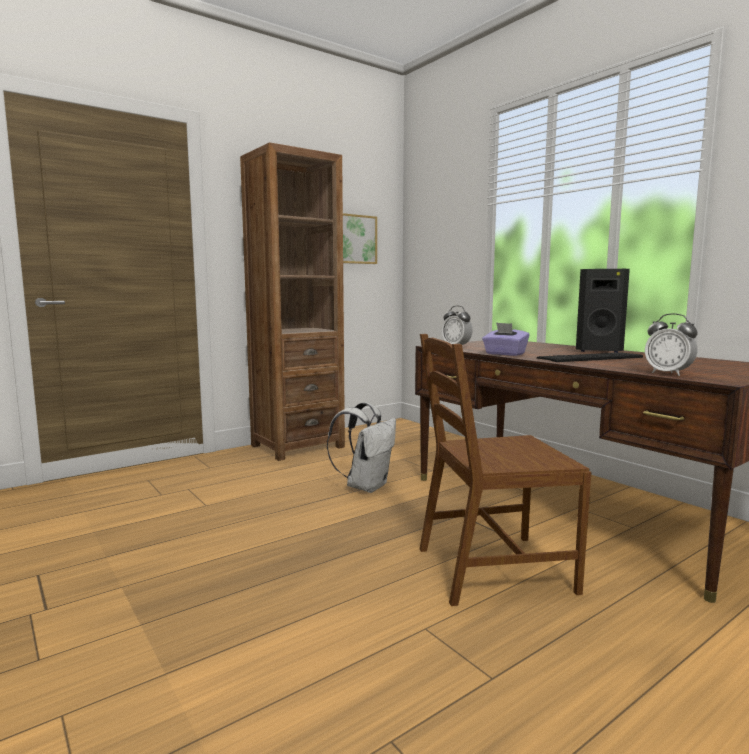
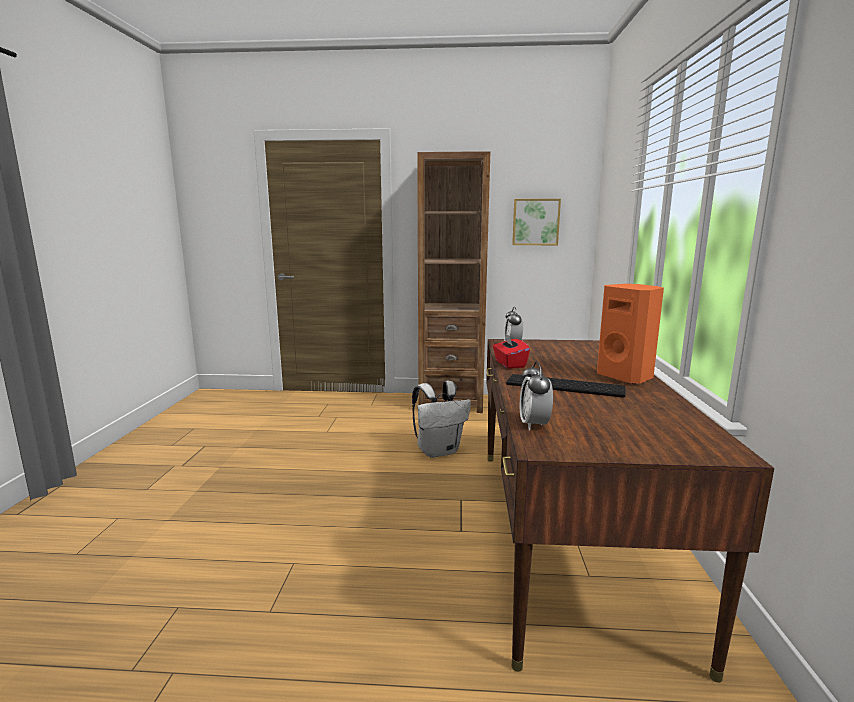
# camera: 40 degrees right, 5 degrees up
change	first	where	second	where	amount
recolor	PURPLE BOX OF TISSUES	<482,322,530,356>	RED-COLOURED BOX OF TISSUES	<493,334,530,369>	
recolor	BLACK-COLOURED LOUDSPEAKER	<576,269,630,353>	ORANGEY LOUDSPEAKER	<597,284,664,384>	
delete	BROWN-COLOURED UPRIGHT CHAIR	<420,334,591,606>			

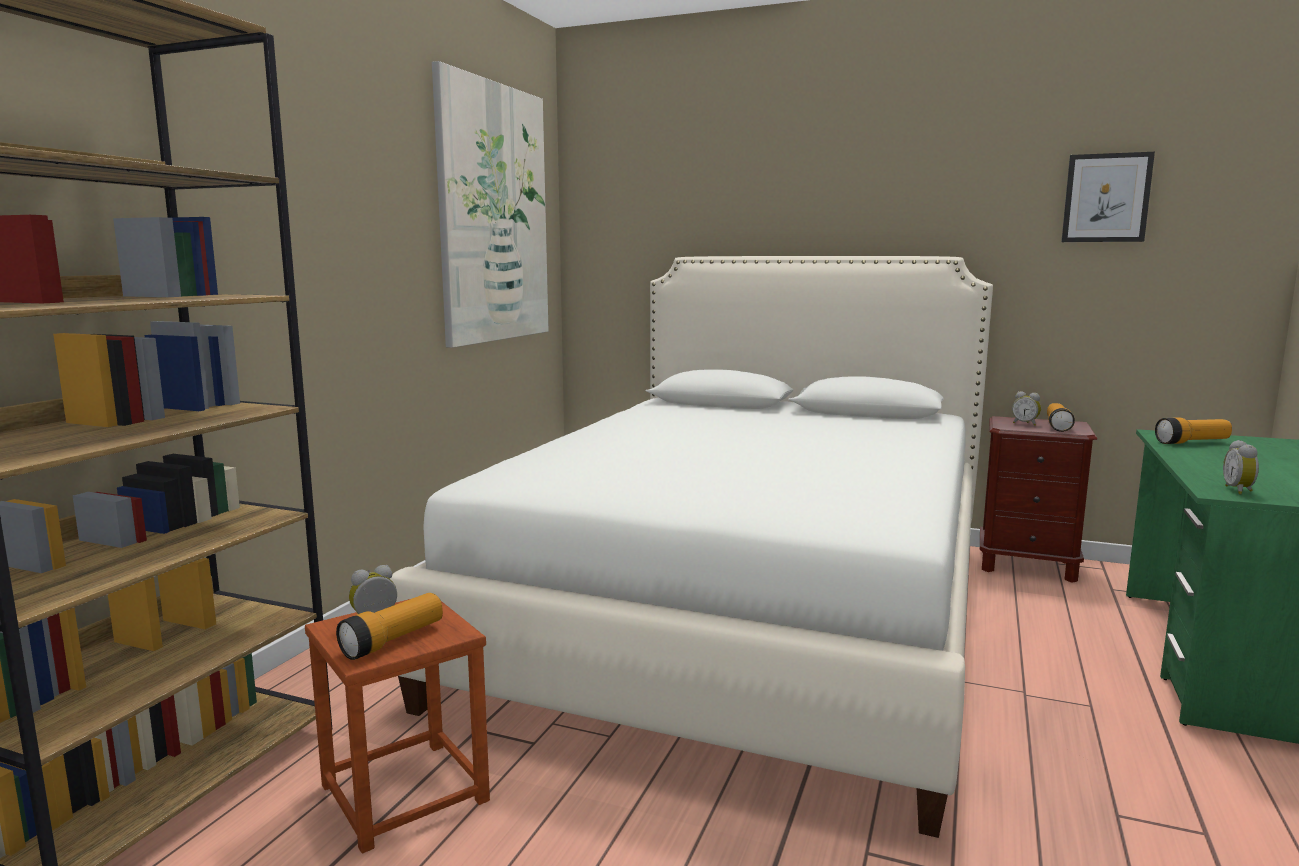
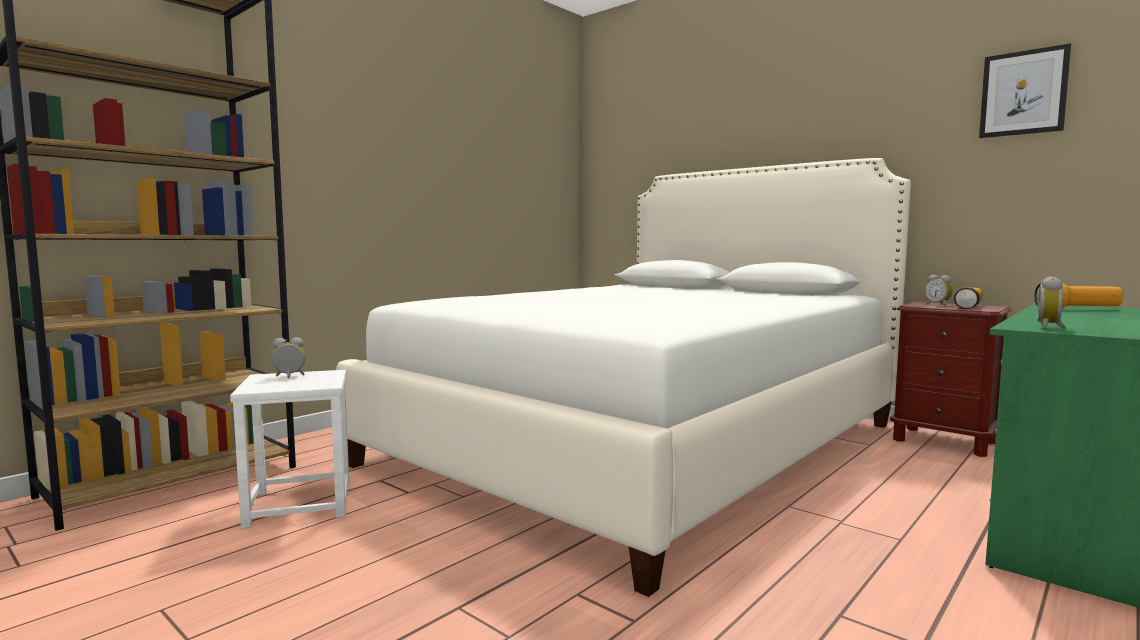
# camera: 20 degrees right, 5 degrees down
change	first	where	second	where	amount
recolor	BROWN-COLOURED STOOL SEAT	<305,599,490,854>	WHITE STOOL SEAT	<230,370,349,528>	
delete	HAND TORCH	<336,593,443,660>			
delete	PICTURE	<432,61,549,348>			

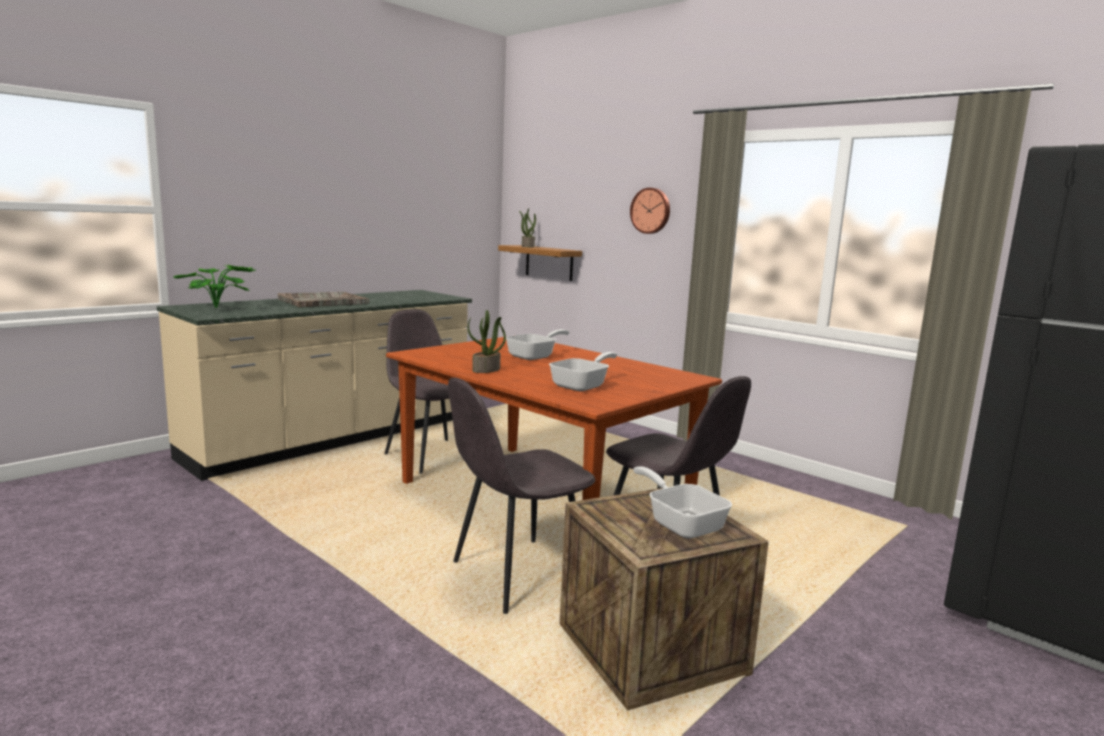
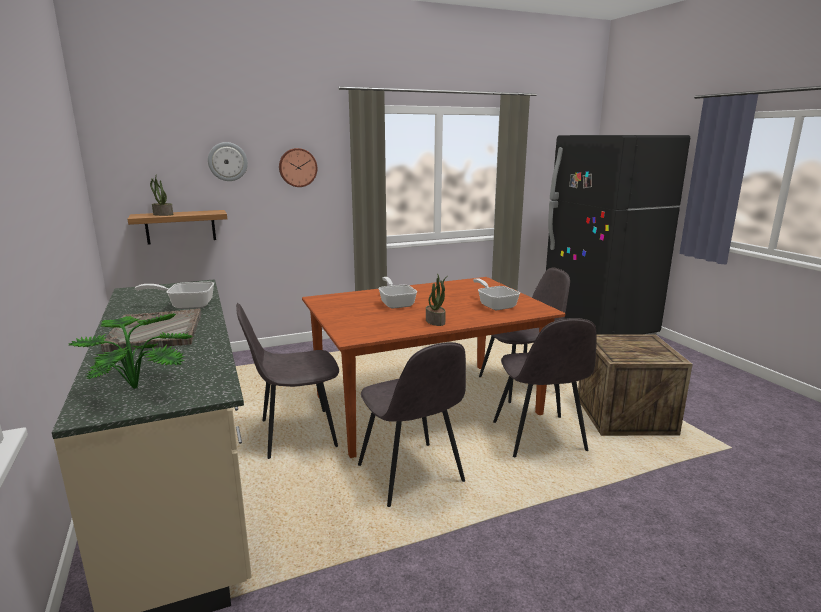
# camera: 65 degrees left, 5 degrees up
change	first	where	second	where	amount
move	PAN	<633,466,733,539>		<135,282,214,309>	
insert			WALL CLOCK	<208,142,248,181>	
insert			GRAY UPRIGHT CHAIR	<358,342,466,507>	

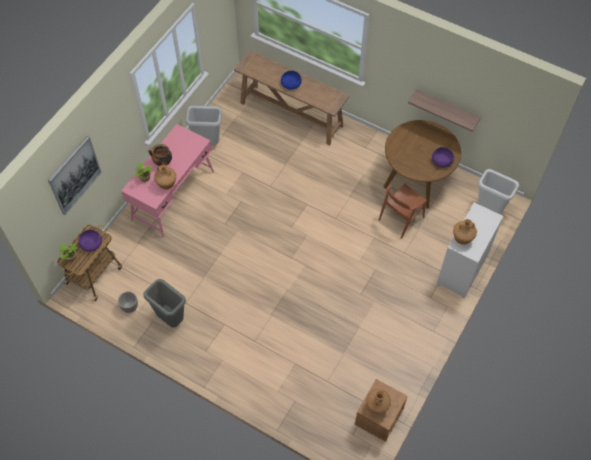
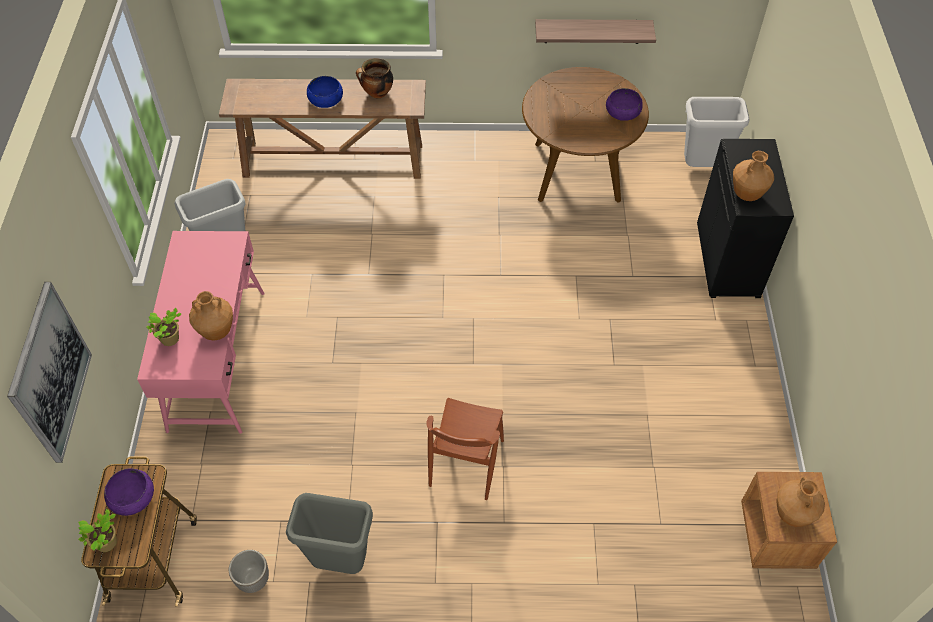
# camera: 30 degrees left, 5 degrees down
change	first	where	second	where	amount
move	COOKING POT	<148,144,172,166>		<356,58,393,99>	
move	BROWN-COLOURED UPRIGHT CHAIR	<378,183,427,239>		<426,398,504,500>	
recolor	WHITE STORAGE CABINET	<437,203,503,298>	BLACK-COLOURED STORAGE CABINET	<697,139,794,298>	

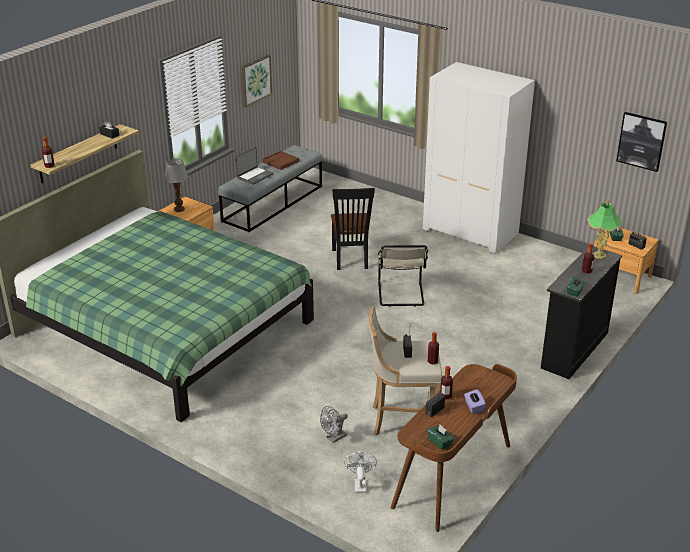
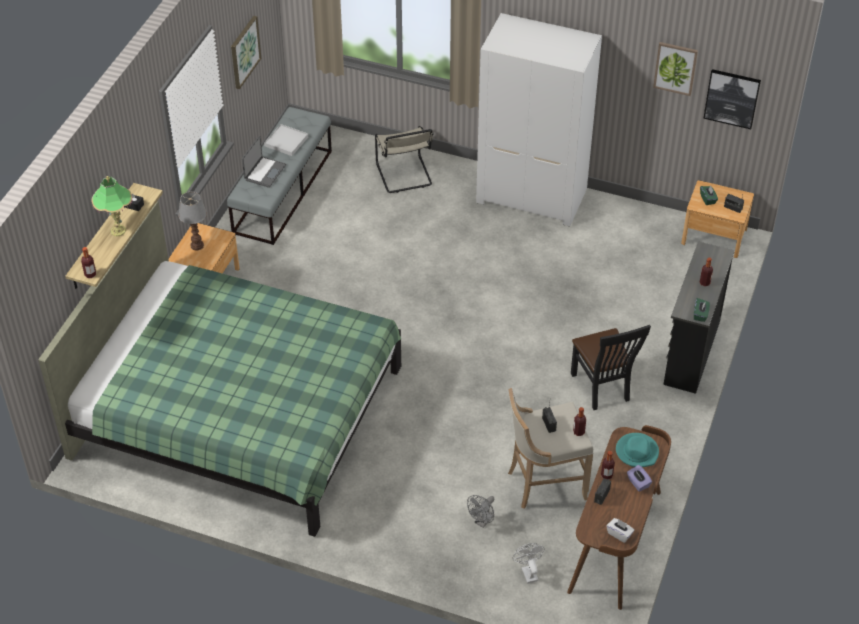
# camera: 15 degrees left, 15 degrees up
change	first	where	second	where	amount
move	TABLETOP LAMP	<587,200,622,259>		<91,176,133,236>	
recolor	BROWN-COLOURED CARRYING TRAY	<263,151,299,170>	WHITE CARRYING TRAY	<264,124,308,156>	
move	BEIGE-COLOURED UPRIGHT CHAIR	<378,245,428,307>		<375,126,434,193>	
move	BLACK-COLOURED UPRIGHT CHAIR	<331,188,375,270>		<571,325,651,410>	
recolor	GREEN BOX OF TISSUES	<427,425,454,450>	WHITE BOX OF TISSUES	<606,518,634,543>	
insert			BLUE-GREEN WEARABLE HAT	<616,433,659,467>	
insert			PICTURE	<653,42,698,96>	

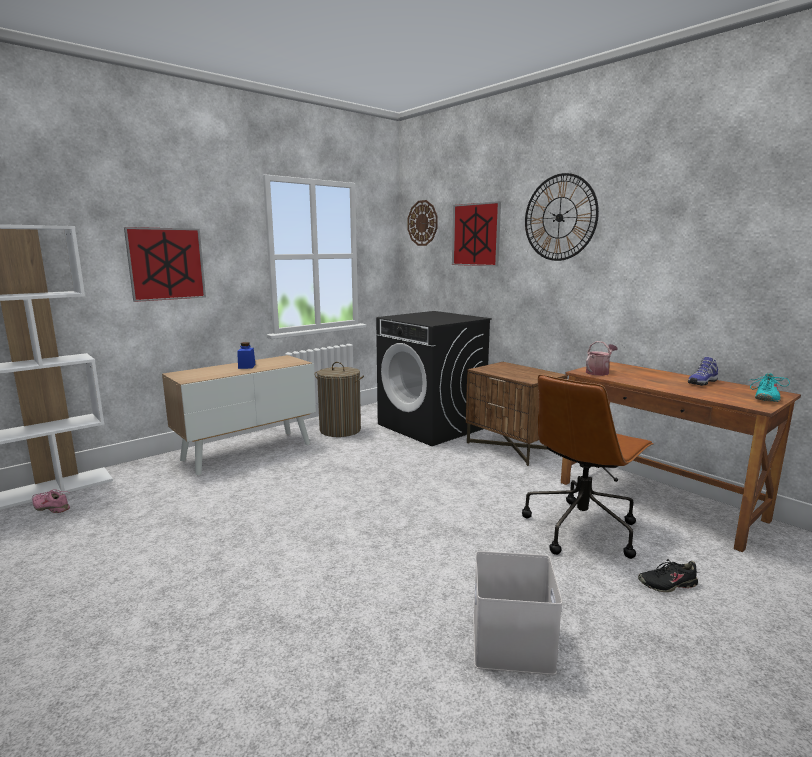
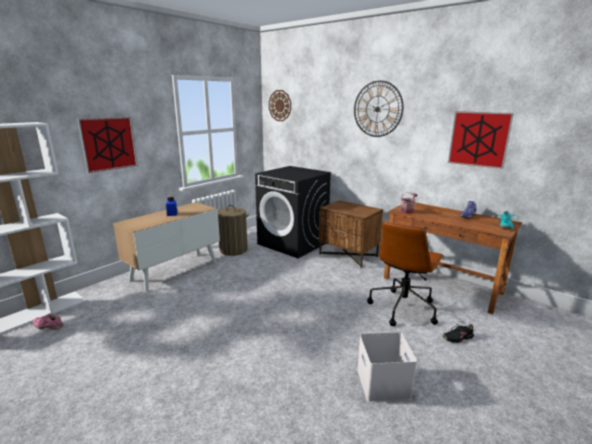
# camera: 10 degrees left, 5 degrees up
change	first	where	second	where	amount
move	PICTURE	<452,201,501,266>		<448,111,514,169>	

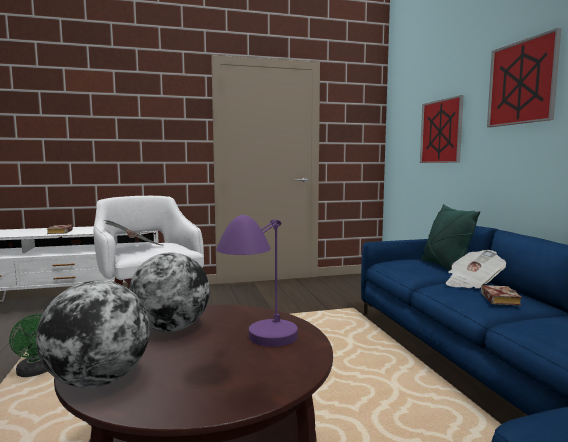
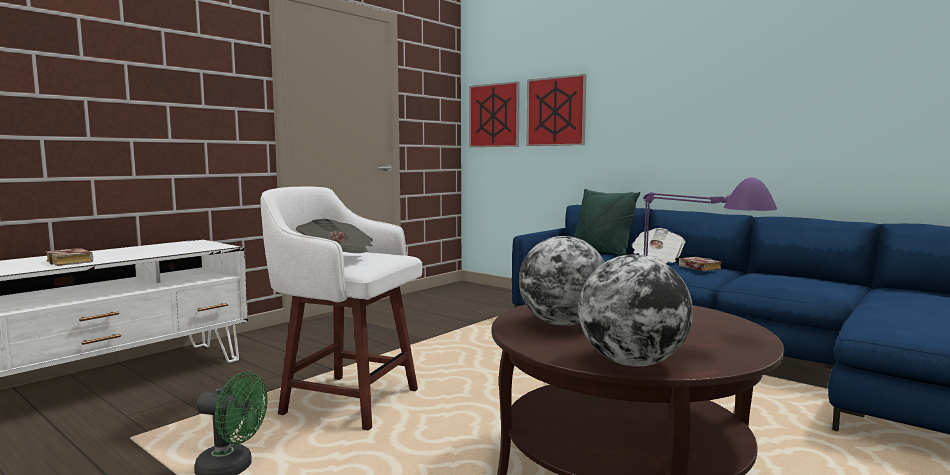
# camera: 35 degrees left, 0 degrees up
change	first	where	second	where	amount
move	PICTURE	<487,28,561,127>		<469,81,520,147>	

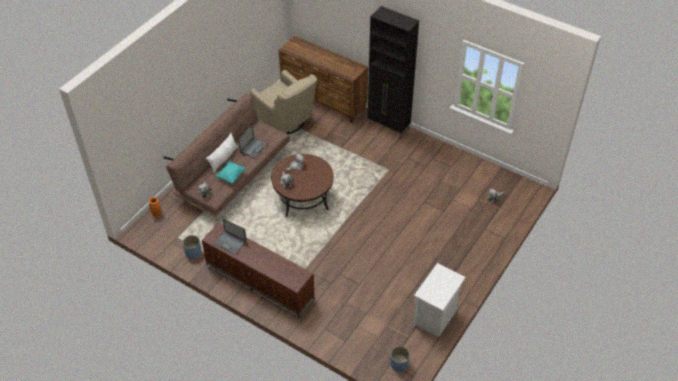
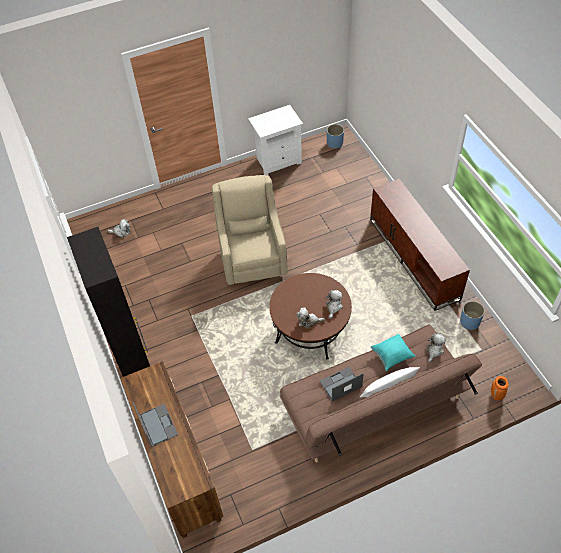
# camera: 145 degrees left, 5 degrees up
change	first	where	second	where	amount
move	NOTEBOOK COMPUTER	<214,218,247,255>		<133,402,178,447>	
move	BEIGE-COLOURED LOUNGE CHAIR	<250,70,317,134>		<212,175,288,285>	

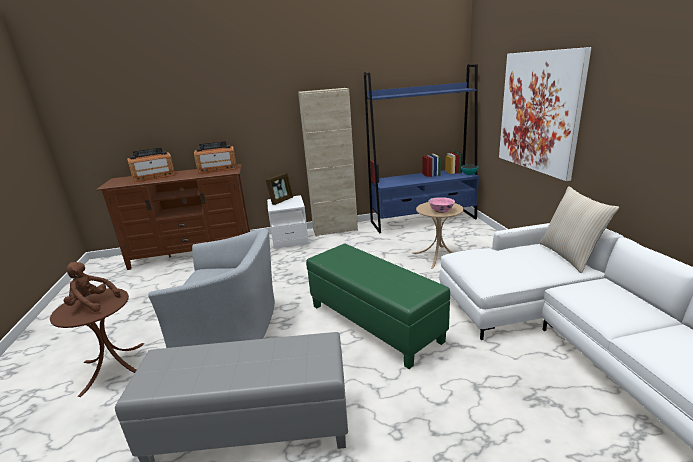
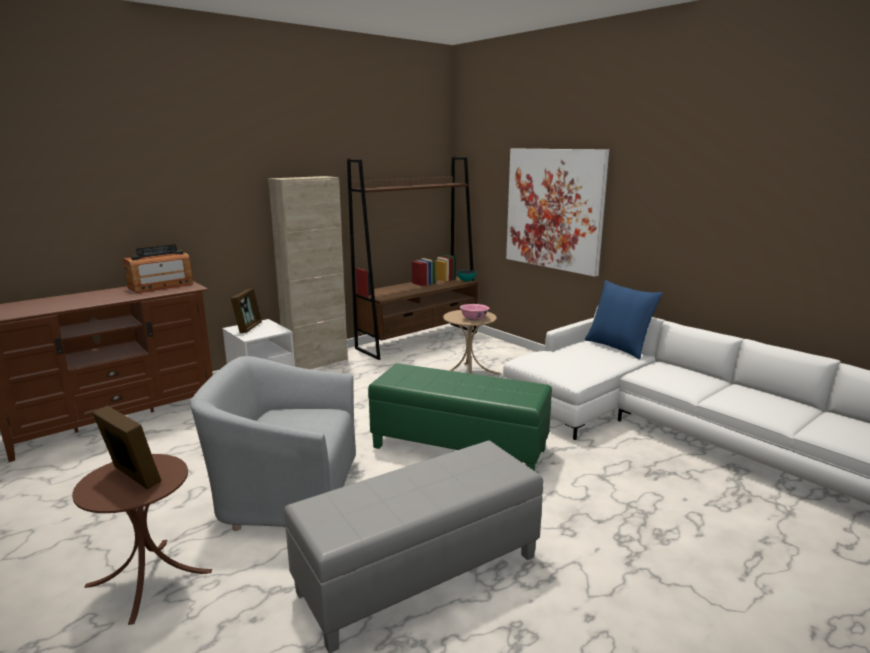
# camera: 30 degrees left, 5 degrees down
change	first	where	second	where	amount
replace	BROWN-COLOURED SOFT TOY	<64,262,120,312>	PHOTO FRAME	<93,405,162,490>	
rotate	GRAY LOUNGE CHAIR	<148,229,275,348>		<191,356,356,531>	150 degrees counterclockwise
recolor	BLUE-COLOURED BOOKSHELF	<364,64,479,233>	BROWN-COLOURED BOOKSHELF	<347,156,478,360>	
recolor	BEIGE-COLOURED THROW PILLOW	<539,186,619,273>	BLUE-COLOURED THROW PILLOW	<585,280,663,359>	
delete	RADIO SET	<127,147,175,182>			

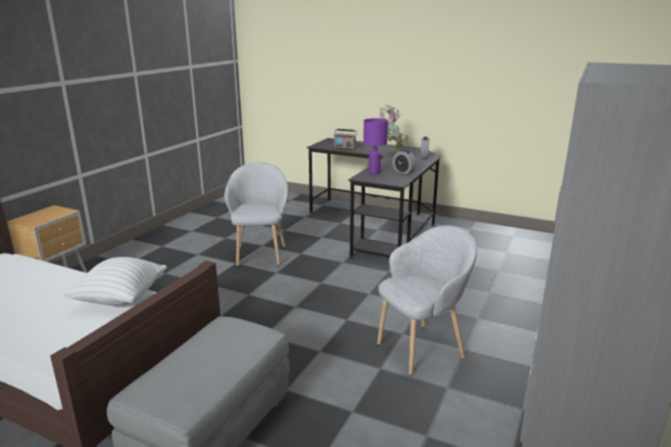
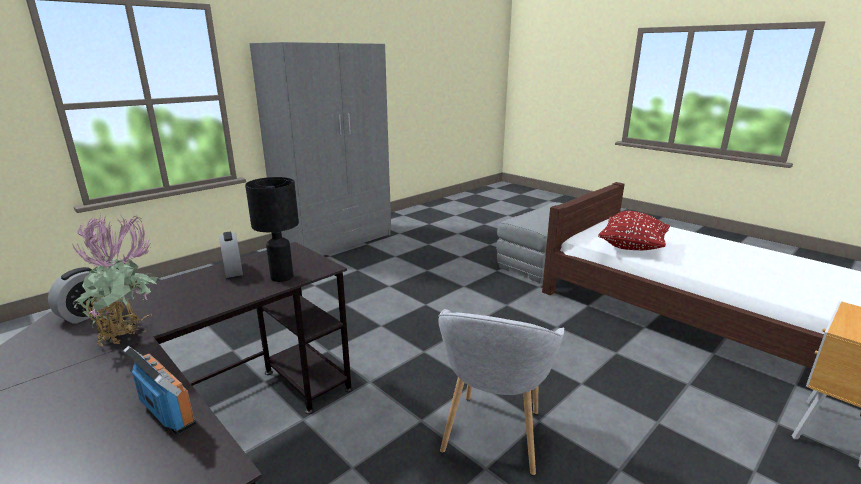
# camera: 160 degrees left, 0 degrees up
change	first	where	second	where	amount
recolor	PURPLE TABLETOP LAMP	<363,118,388,174>	BLACK-COLOURED TABLETOP LAMP	<245,177,299,282>	
recolor	WHITE THROW PILLOW	<63,257,167,306>	RED-COLOURED THROW PILLOW	<598,211,670,250>	
delete	GRAY LOUNGE CHAIR	<377,226,477,375>			

